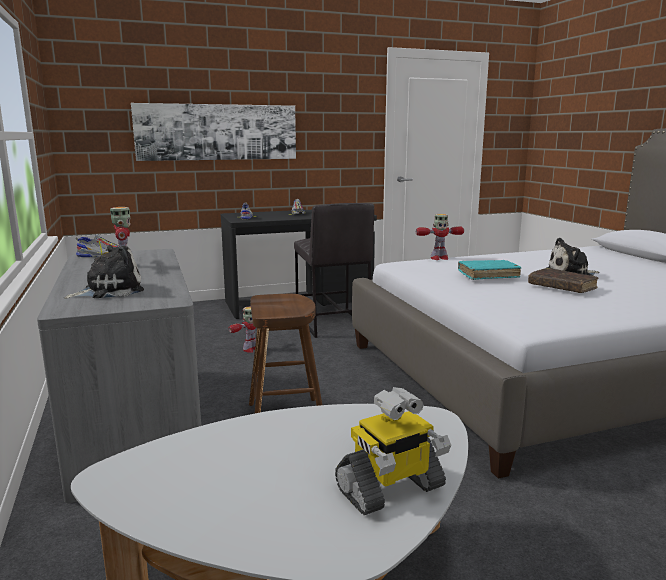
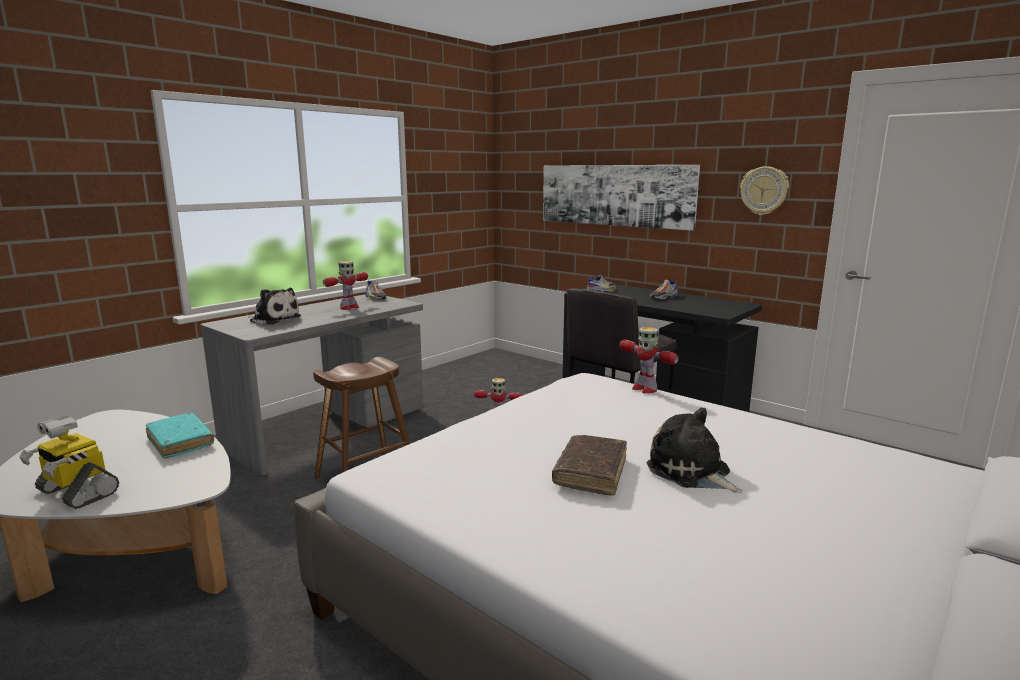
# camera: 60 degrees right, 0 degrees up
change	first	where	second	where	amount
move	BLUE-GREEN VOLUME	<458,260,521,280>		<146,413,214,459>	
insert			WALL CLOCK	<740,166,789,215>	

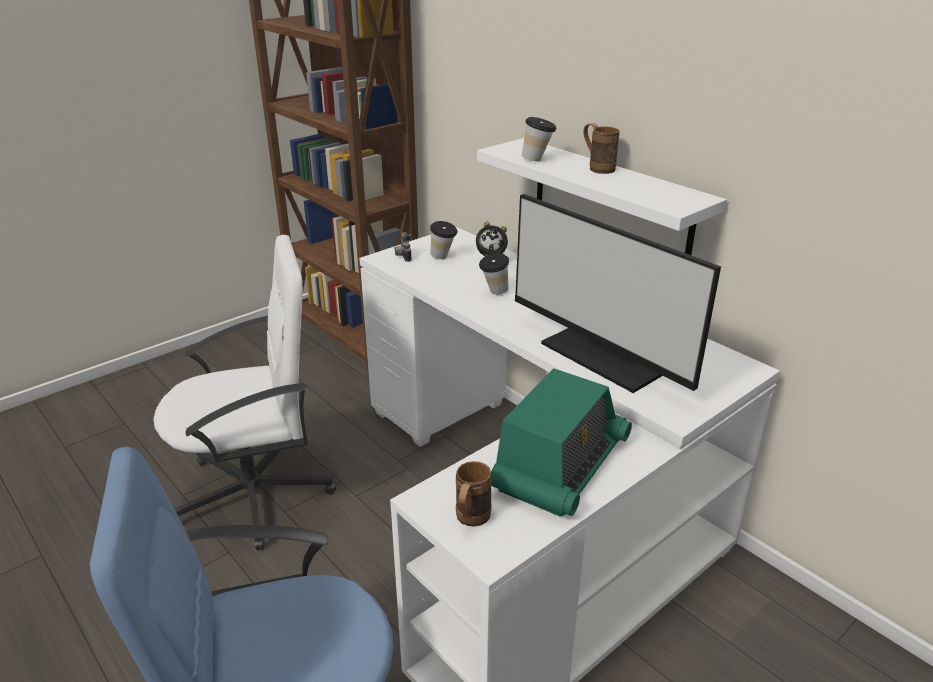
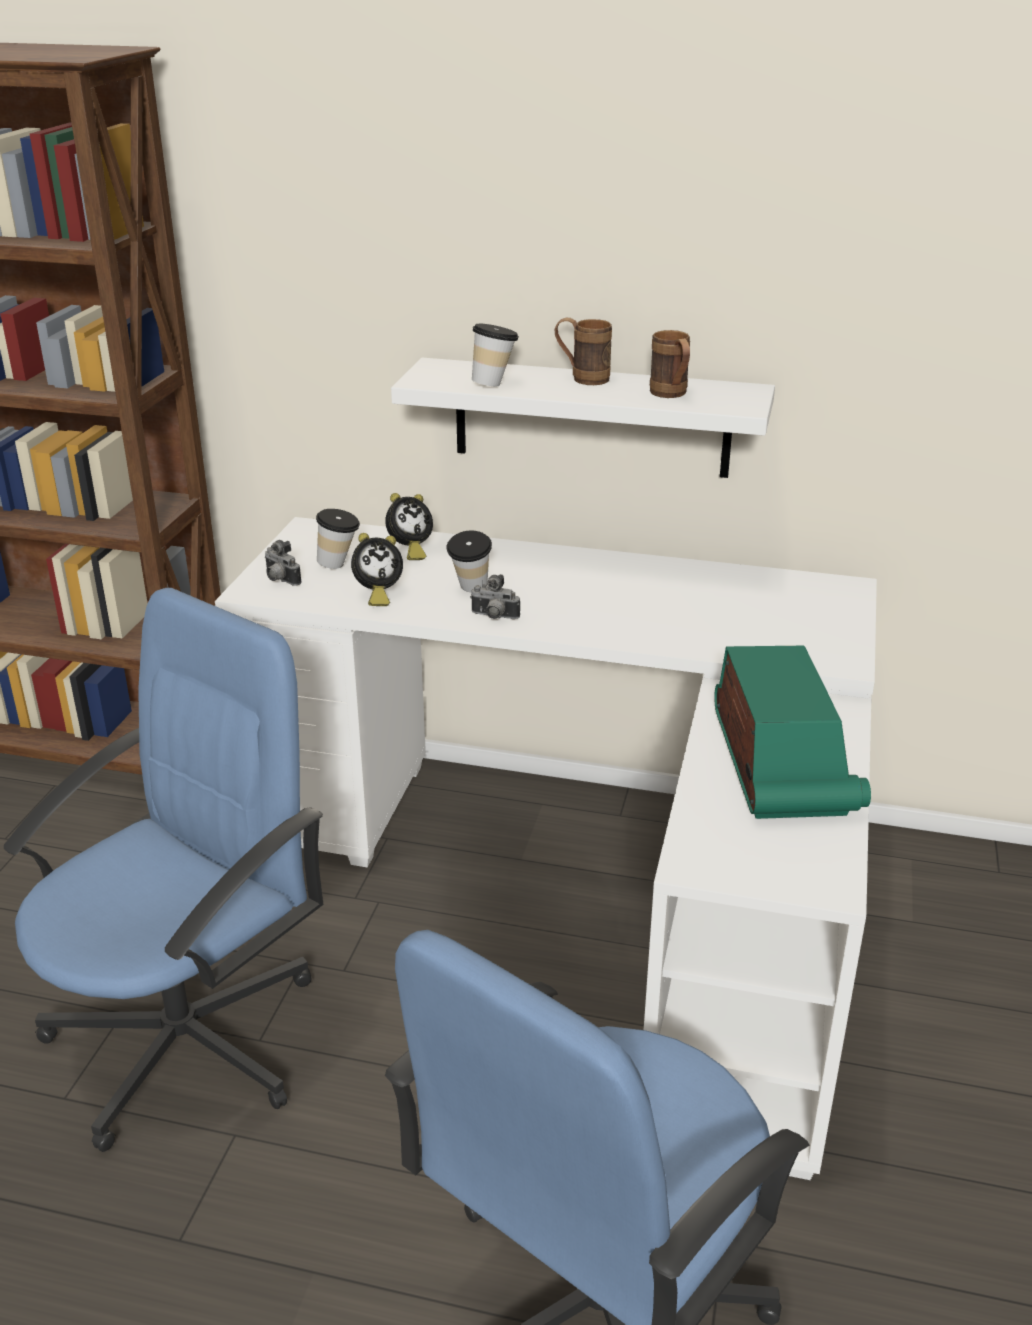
# camera: 35 degrees left, 0 degrees up
change	first	where	second	where	amount
recolor	WHITE OFFICE CHAIR	<153,235,336,550>	BLUE-COLOURED OFFICE CHAIR	<4,588,323,1152>	
insert			TABLE CLOCK	<351,533,403,606>	
insert			PHOTO CAMERA	<470,574,520,619>	
move	BROWN-COLOURED MUG	<456,461,492,527>		<650,330,690,398>	
delete	COMPUTER DISPLAY	<515,194,721,393>			

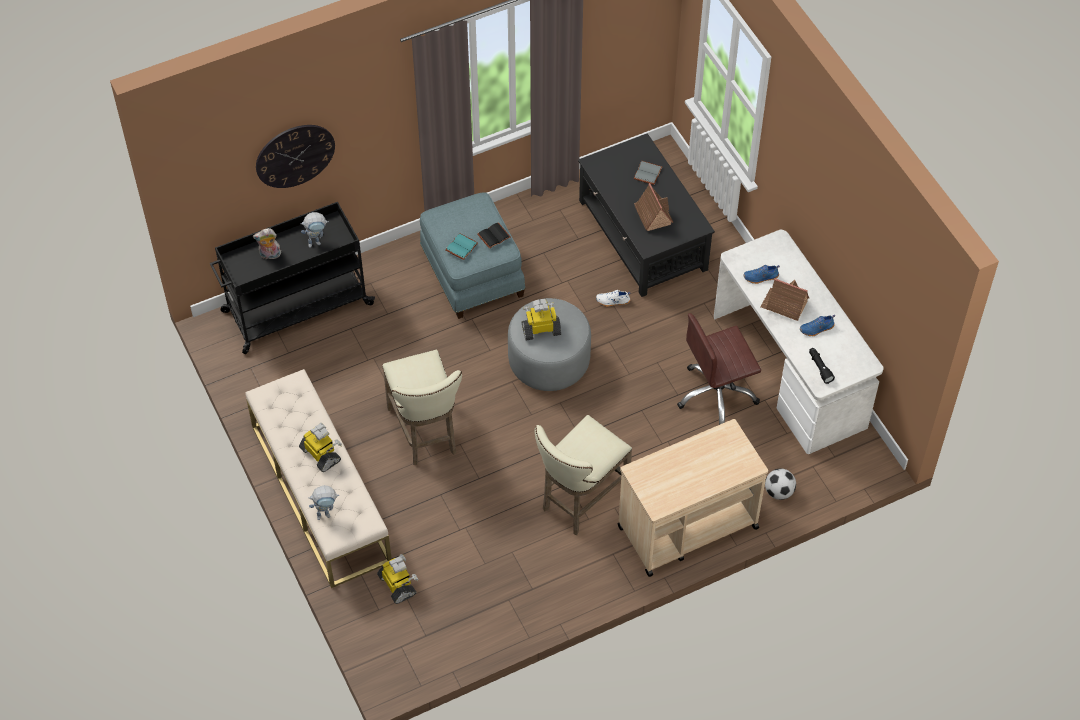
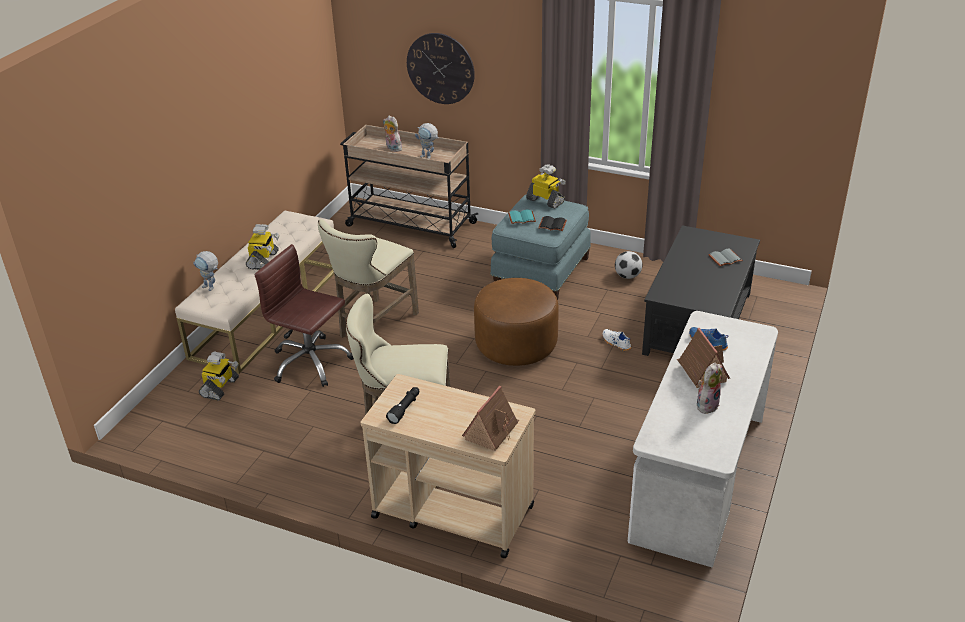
# camera: 50 degrees right, 20 degrees down
change	first	where	second	where	amount
move	BROWN-COLOURED OFFICE CHAIR	<677,313,761,425>		<254,244,354,387>	
recolor	BLACK-COLOURED CART	<210,202,375,354>	BEIGE-COLOURED CART	<340,125,478,248>	
move	BLACK-COLOURED HAND TORCH	<809,348,835,384>		<386,387,419,424>	
move	MINIATURE HOUSE	<634,183,674,231>		<462,386,520,451>	
recolor	GRAY OTTOMAN	<508,298,591,391>	BROWN-COLOURED OTTOMAN	<474,278,559,366>	
move	ROBOT FIGURE	<522,299,561,340>		<526,164,566,209>	
move	BALL FOR FOOTBALL	<765,469,796,500>		<615,251,642,279>	
replace	BLUE-COLOURED SHOE	<800,315,835,336>	SOFT TOY	<697,363,722,414>	

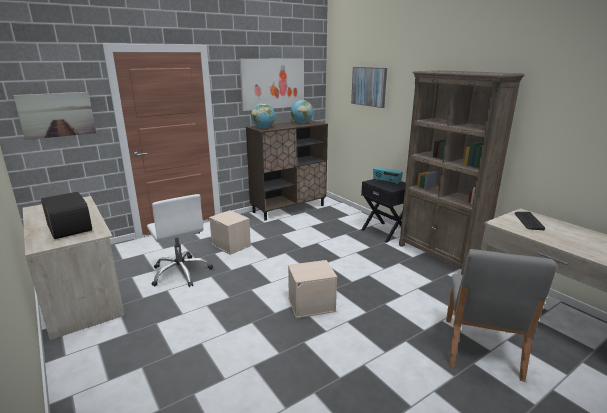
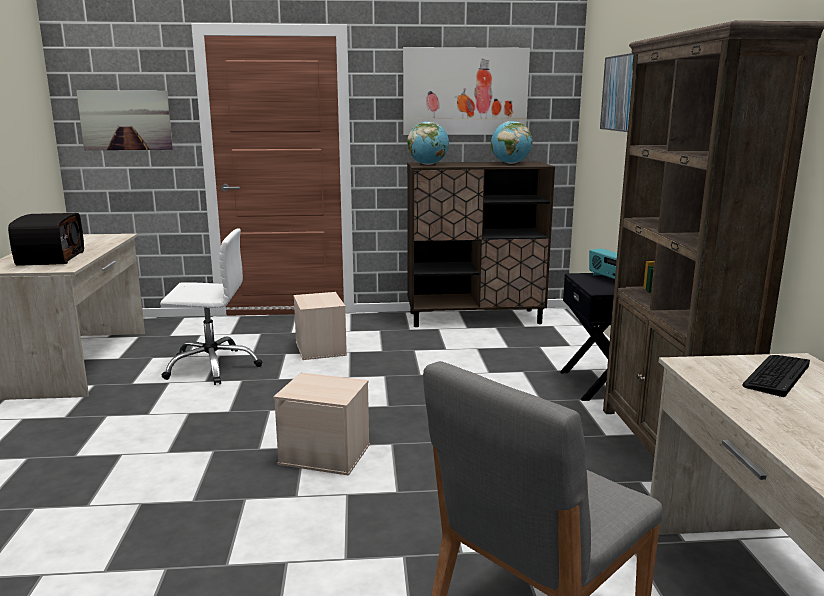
# camera: 30 degrees right, 5 degrees down
change	first	where	second	where	amount
rotate	WHITE OFFICE CHAIR	<147,194,213,287>		<160,228,262,385>	90 degrees counterclockwise

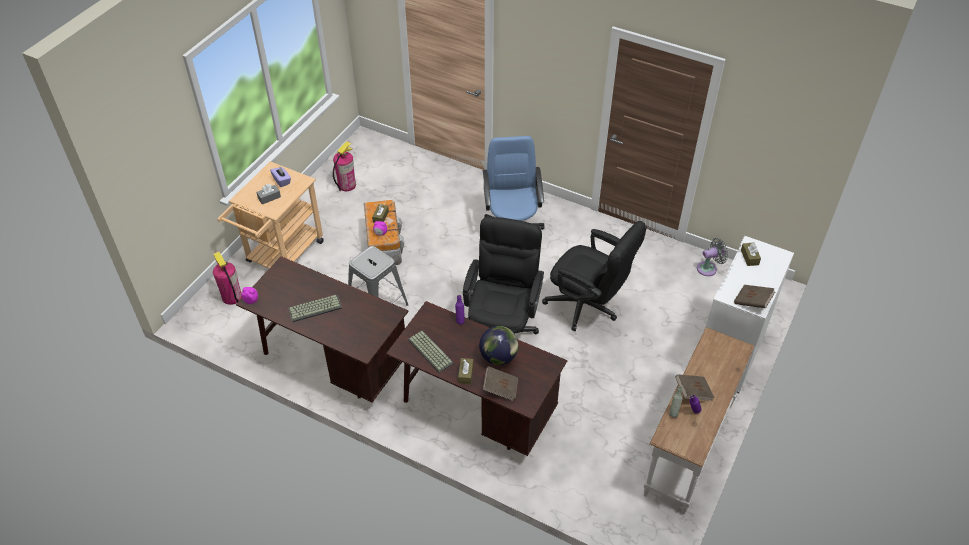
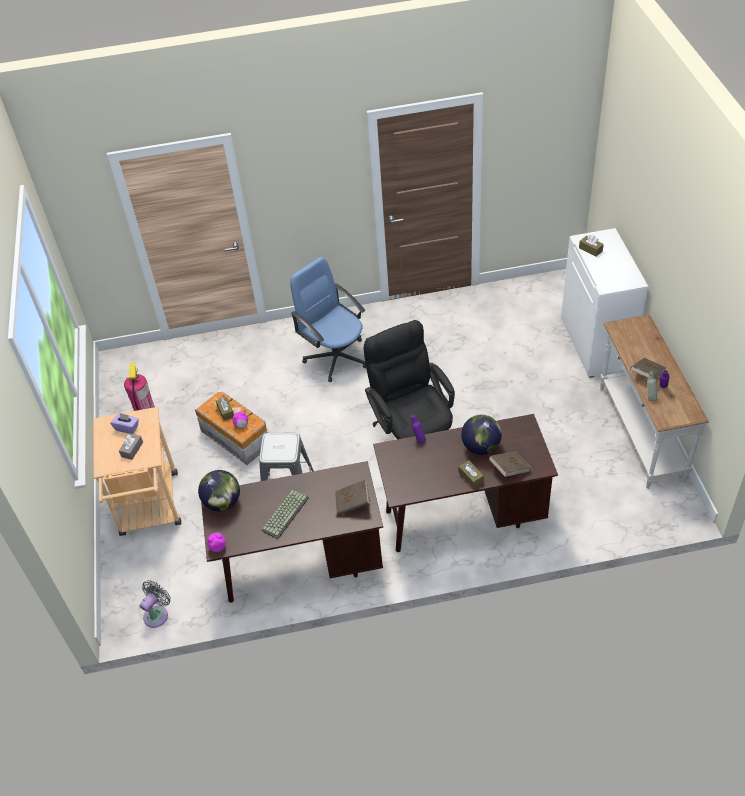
# camera: 35 degrees left, 0 degrees up
change	first	where	second	where	amount
move	GRAY ELECTRIC FAN	<697,238,728,276>		<140,580,171,628>	
insert			WORLD GLOBE	<198,470,240,511>	
move	BROWN-COLOURED VOLUME	<734,285,775,308>		<335,480,370,516>	
delete	FIRE EXTINGUISHER	<213,251,242,305>			
delete	PC KEYBOARD	<408,330,454,373>			
delete	BLACK-COLOURED OFFICE CHAIR	<542,221,646,331>			

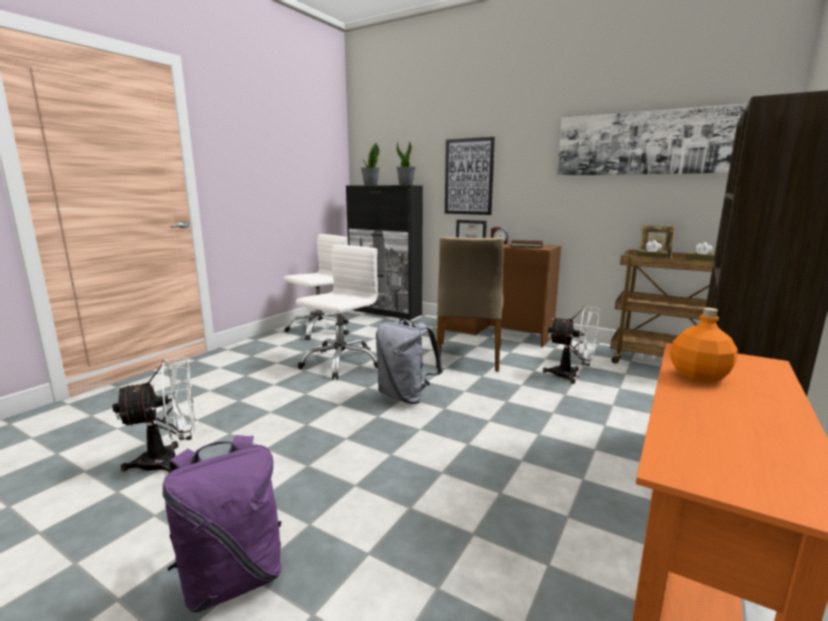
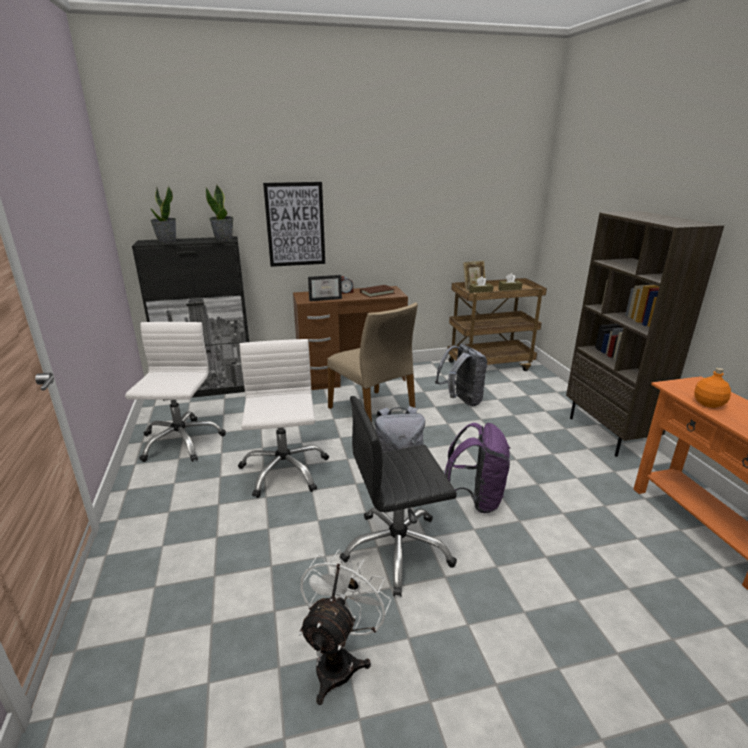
# camera: 45 degrees left, 10 degrees up
change	first	where	second	where	amount
insert			BLACK-COLOURED OFFICE CHAIR	<340,396,457,597>	
replace	WHITE ELECTRIC FAN	<543,306,599,384>	GRAY BACKPACK	<435,344,488,406>	
move	PURPLE BACKPACK	<163,435,282,612>		<445,423,510,513>	
delete	PICTURE	<557,104,747,176>			

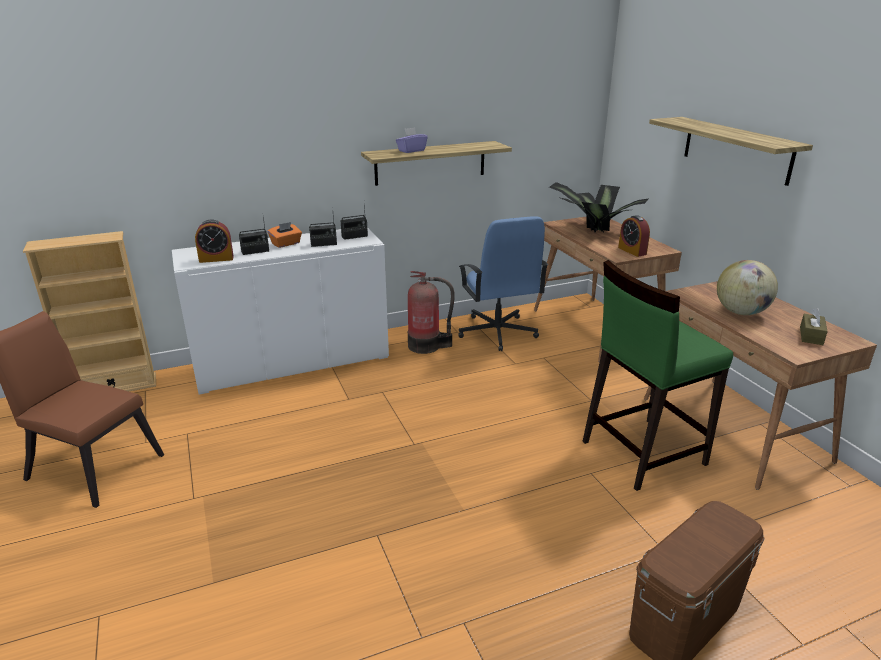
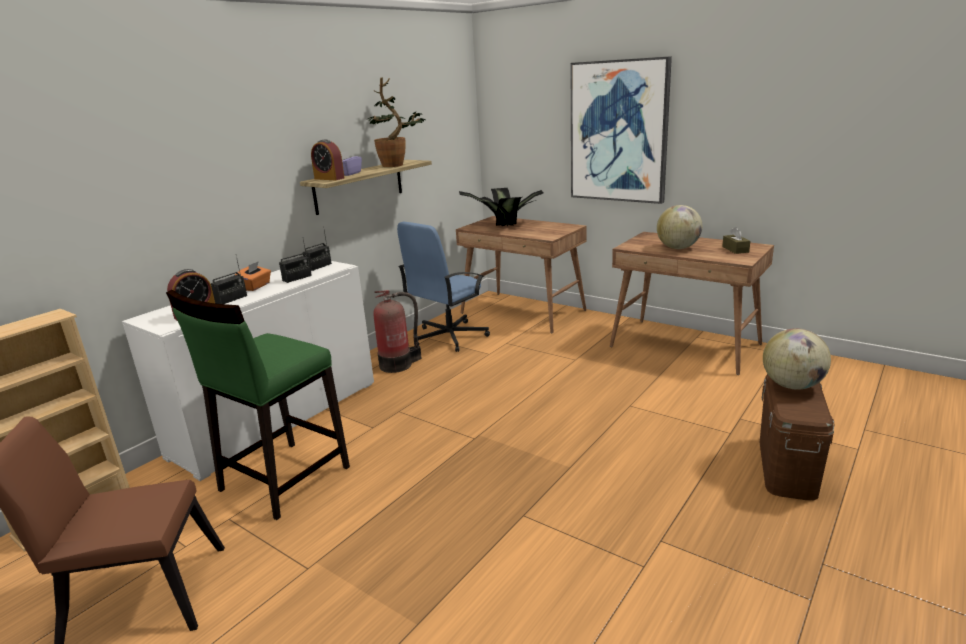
# camera: 30 degrees left, 5 degrees down
change	first	where	second	where	amount
move	GREEN STOOL SEAT	<582,260,733,491>		<166,290,350,520>	
move	TABLE CLOCK	<618,215,650,257>		<311,139,345,180>	
insert			PLANT IN A POT	<366,77,426,167>	
rotate	BLUE-COLOURED OFFICE CHAIR	<458,216,548,351>		<397,222,490,352>	90 degrees clockwise
replace	SHELF	<649,117,813,186>	PICTURE	<570,56,672,204>	
insert			WORLD GLOBE	<763,328,831,390>	

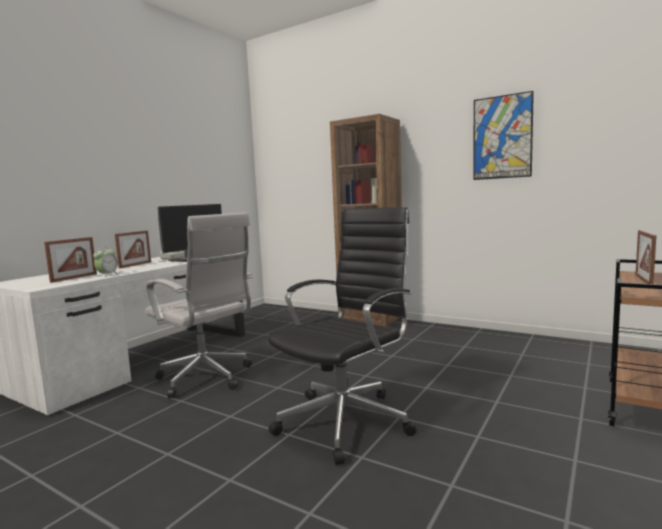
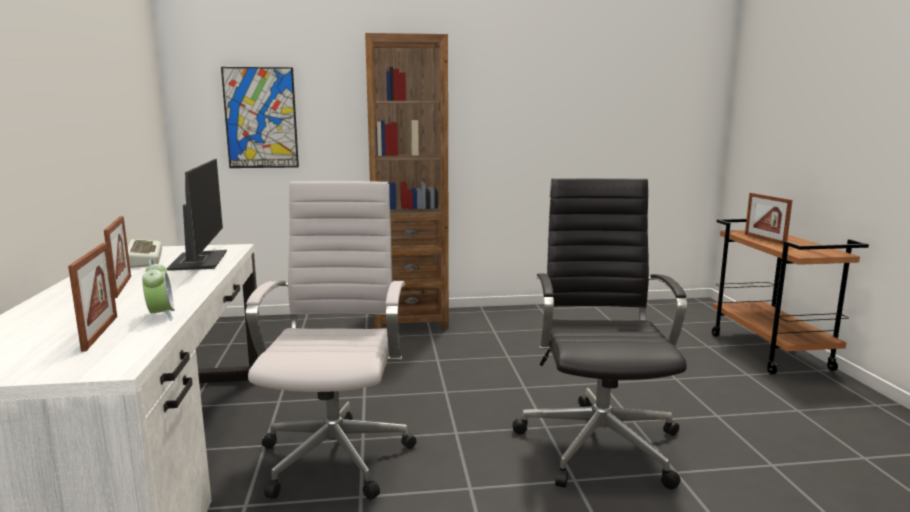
# camera: 40 degrees left, 5 degrees up
change	first	where	second	where	amount
move	PICTURE	<473,91,534,180>		<221,67,299,168>	
rotate	WHITE OFFICE CHAIR	<145,212,253,398>		<246,181,417,500>	90 degrees counterclockwise

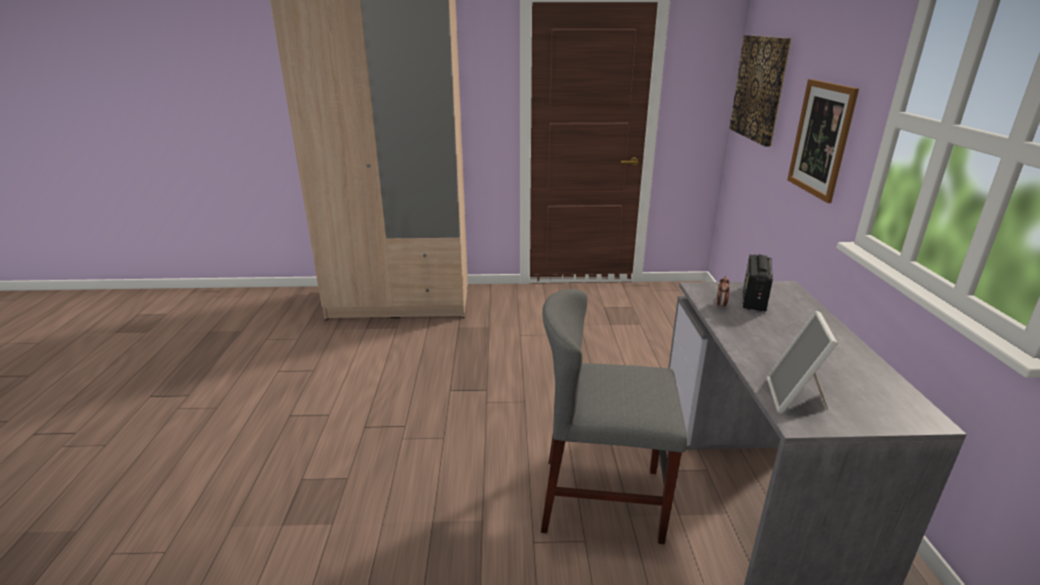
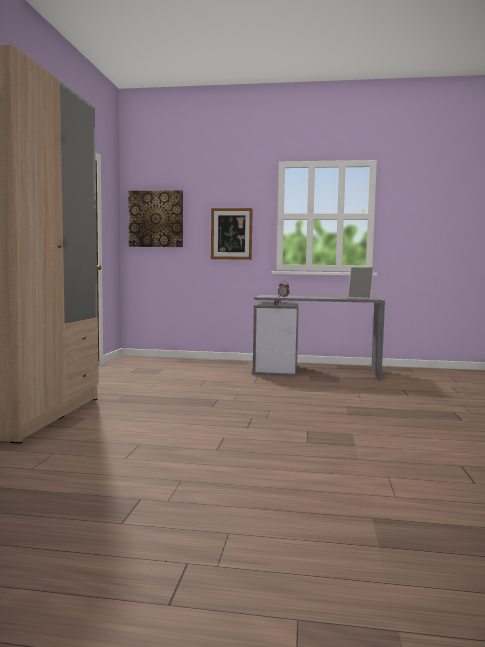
# camera: 80 degrees left, 20 degrees down
change	first	where	second	where	amount
delete	GRAY UPRIGHT CHAIR	<541,289,688,544>			
delete	RADIO SET	<742,254,773,311>			

